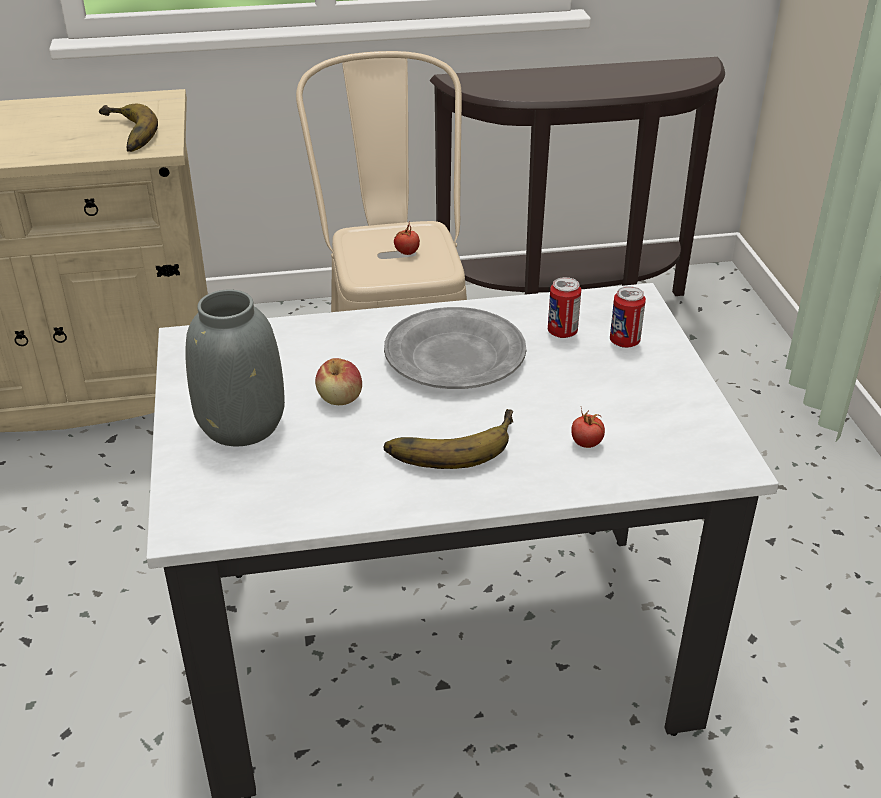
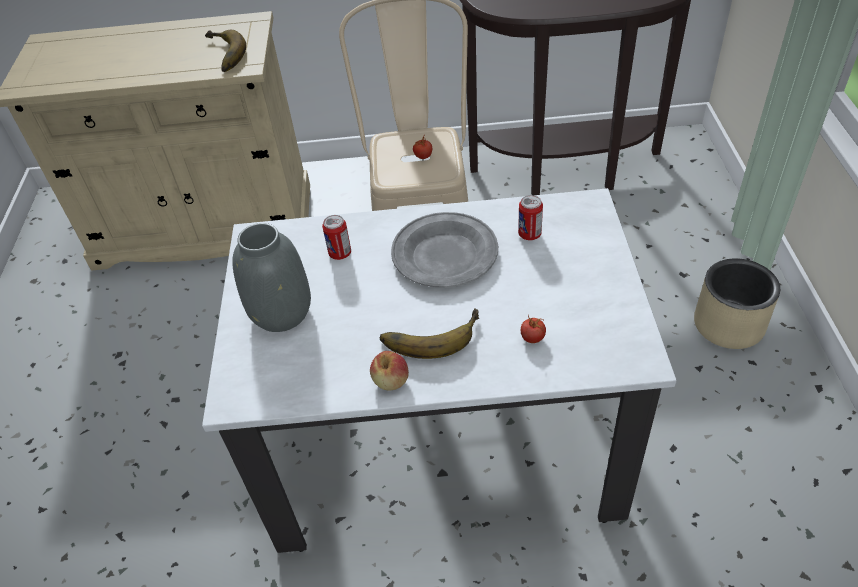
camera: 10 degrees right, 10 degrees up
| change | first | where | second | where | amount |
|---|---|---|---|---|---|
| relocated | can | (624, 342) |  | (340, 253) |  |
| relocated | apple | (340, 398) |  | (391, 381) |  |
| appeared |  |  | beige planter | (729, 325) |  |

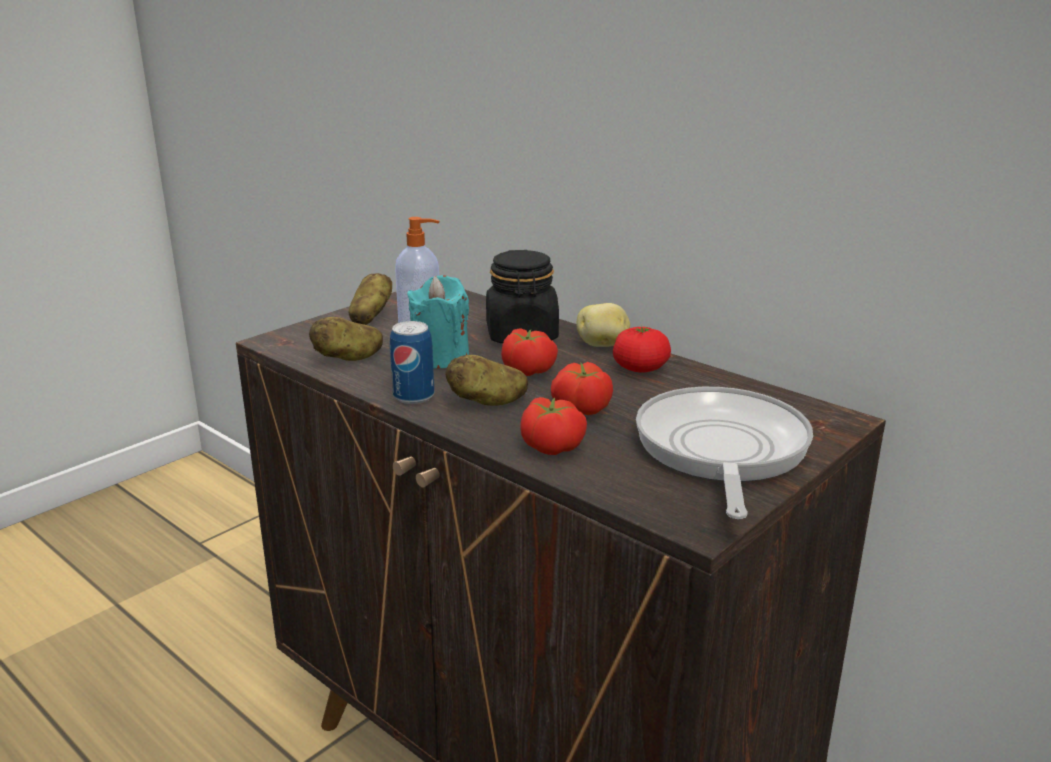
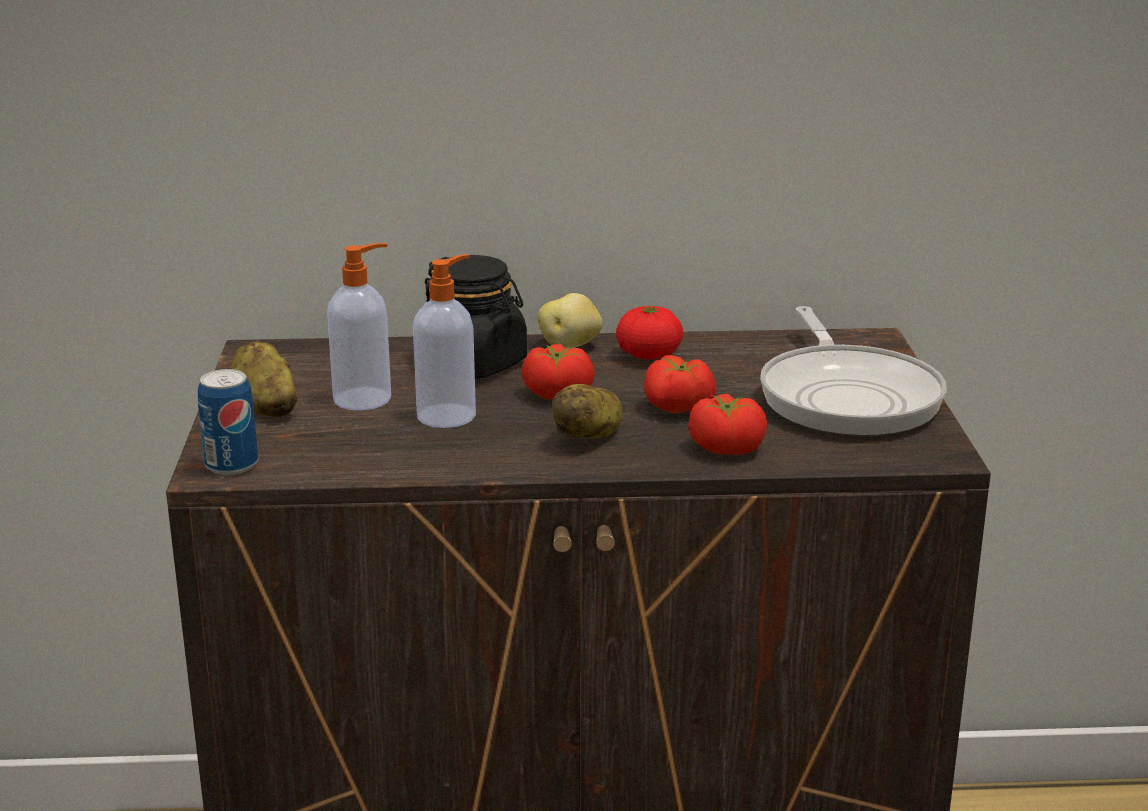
camera: 45 degrees left, 0 degrees up
| change | first | where | second | where | amount |
|---|---|---|---|---|---|
| relocated | can | (413, 396) |  | (231, 465) |  |
| exchanged | turquoise candle | (440, 358) | soap dispenser | (448, 415) |  |
| spun | frying pan | (720, 451) |  | (847, 397) | 150 degrees counterclockwise |
| missing | potato | (348, 358) |  |  |  |

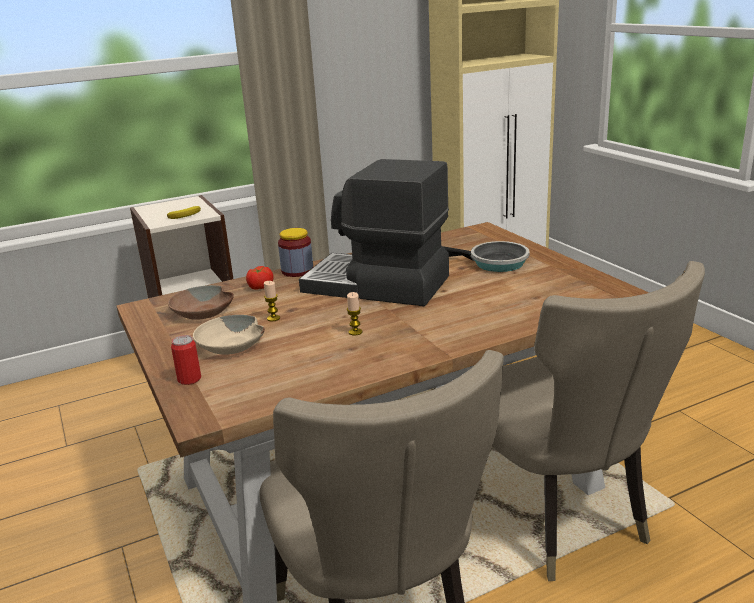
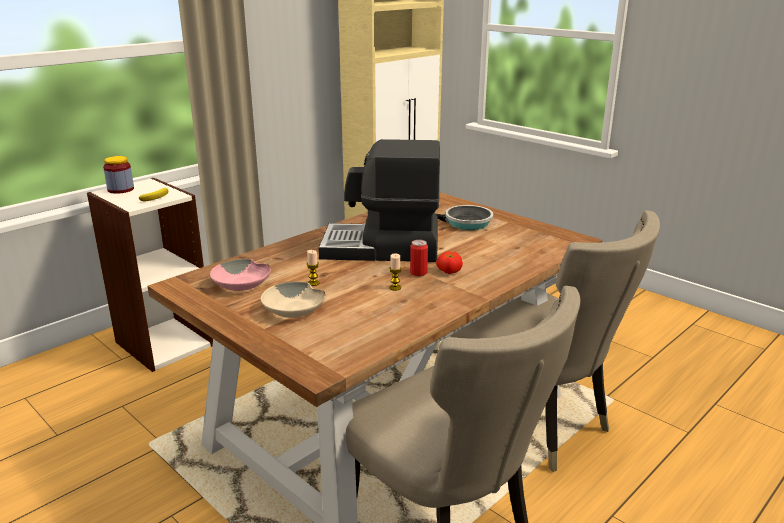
camera: 20 degrees left, 0 degrees up
| change | first | where | second | where | amount |
|---|---|---|---|---|---|
| relocated | jar | (297, 271) |  | (120, 189) |  |
| colour | brown bowl | (203, 312) | pink bowl | (242, 284) |  |
| relocated | can | (189, 379) |  | (418, 273) |  |
| relocated | tomato | (260, 286) |  | (448, 271) |  |

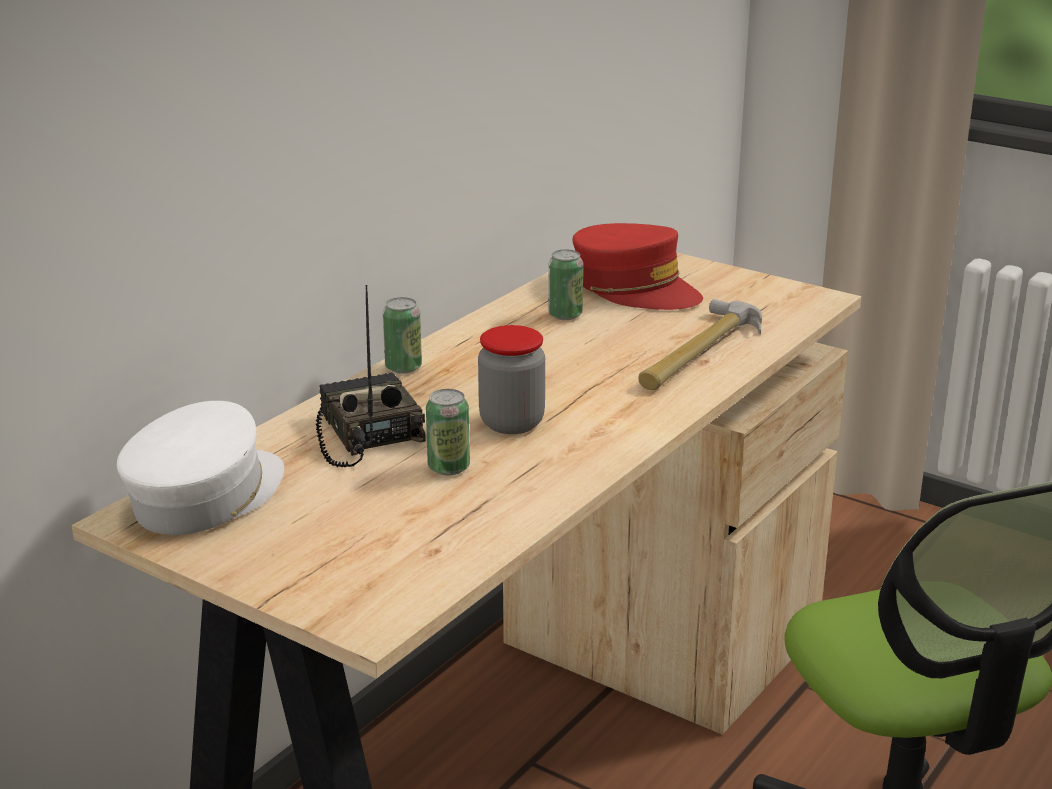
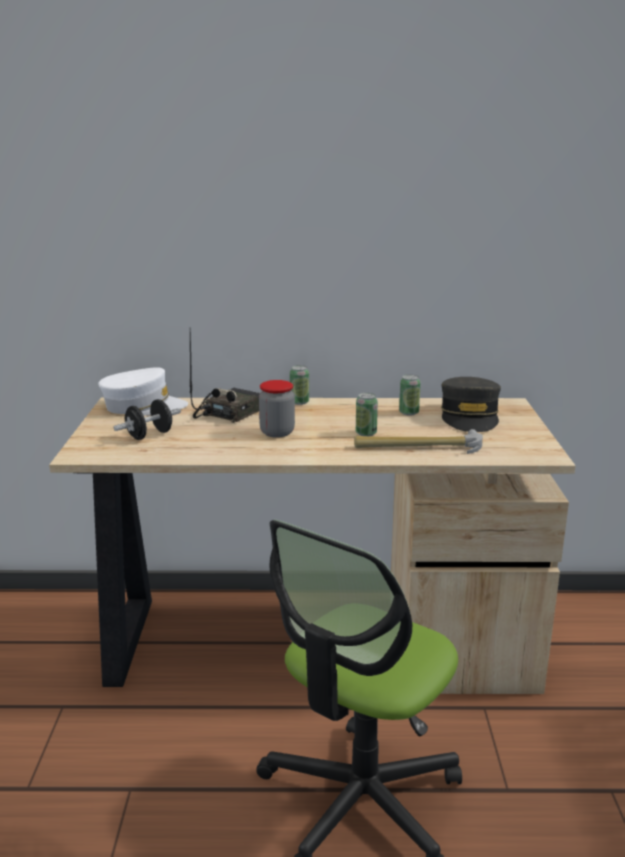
camera: 55 degrees right, 5 degrees down
| change | first | where | second | where | amount |
|---|---|---|---|---|---|
| appeared |  |  | black dumbbell | (149, 435) |  |
| relocated | can | (448, 467) |  | (366, 433) |  |
| colour | red cap | (635, 288) | grey cap | (469, 417) |  |

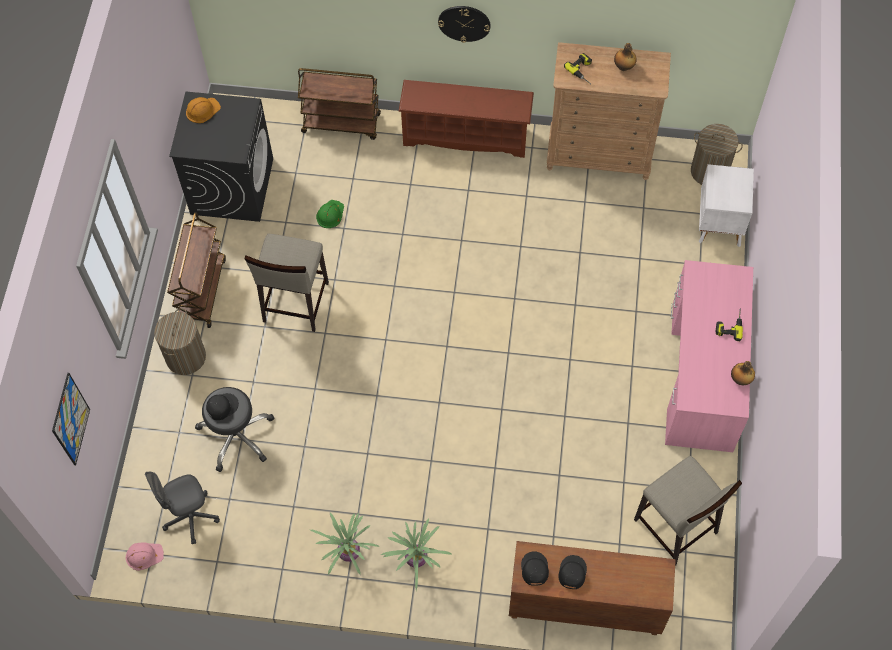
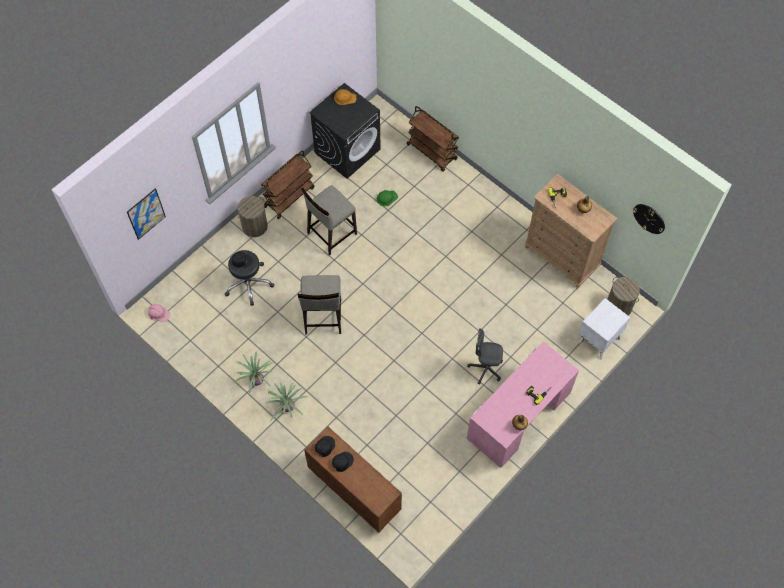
camera: 35 degrees right, 0 degrees up
| change | first | where | second | where | amount |
|---|---|---|---|---|---|
| relocated | beige stool | (675, 527) |  | (323, 317) |  |
| relocated | grey office chair | (191, 517) |  | (485, 369) |  |
| relocated | wall clock | (464, 23) |  | (649, 218) |  |
| missing | brown shoe rack | (466, 136) |  |  |  |

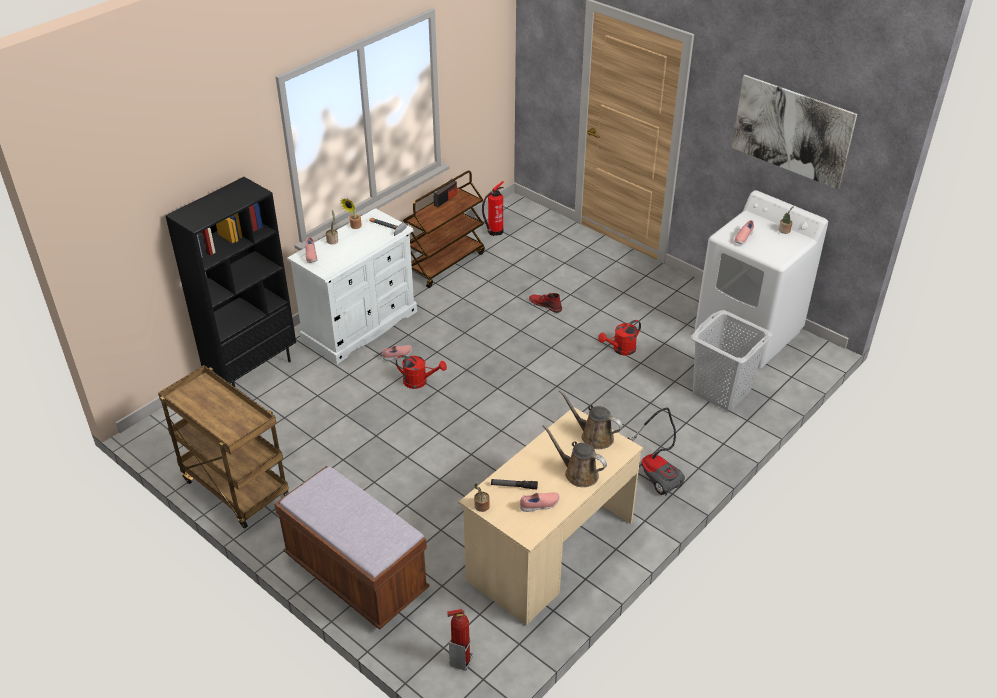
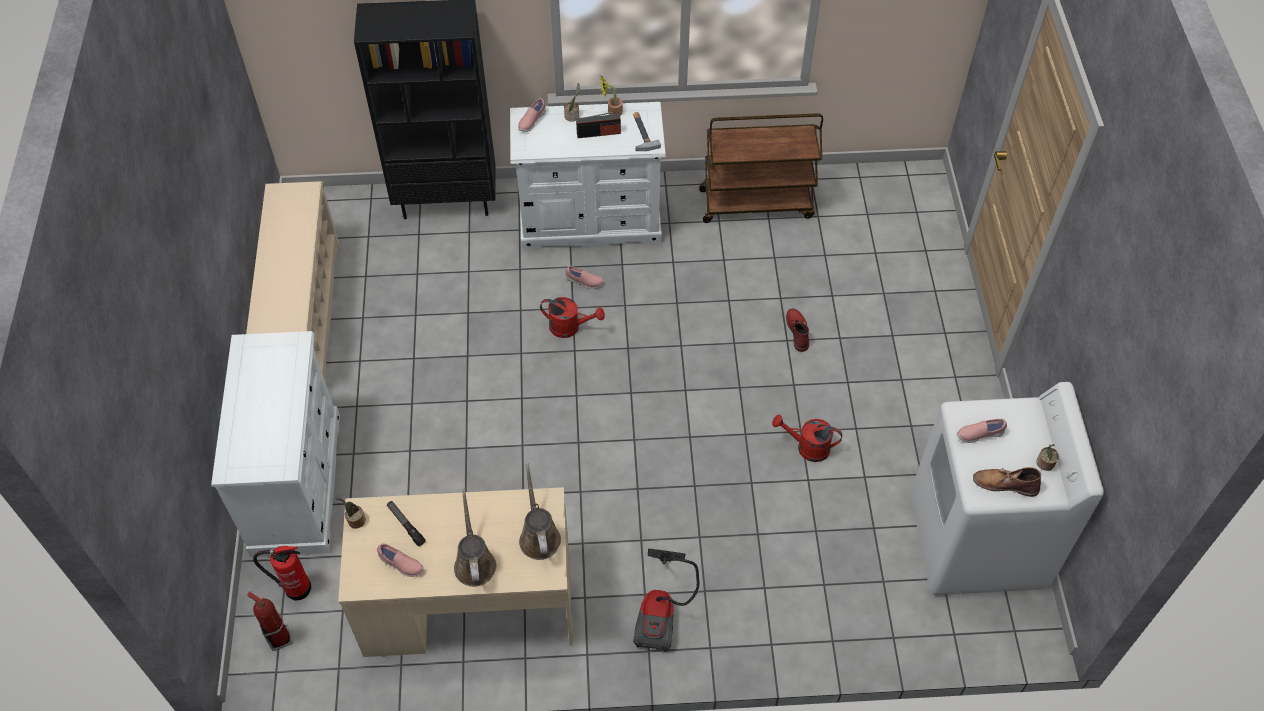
camera: 45 degrees right, 15 degrees up
| change | first | where | second | where | amount |
|---|---|---|---|---|---|
| exchanged | brown bench | (356, 575) | white dresser | (297, 483) |  |
| exchanged | brown cart | (233, 488) | beige shoe rack | (304, 315) |  |
| relocated | fire extinguisher | (494, 232) |  | (295, 587) |  |
| spun | red watering can | (419, 382) |  | (570, 327) | 45 degrees counterclockwise |
| relocated | radio | (445, 200) |  | (598, 133) |  |
| appeared |  |  | brown boot | (1005, 484) |  |
| missing | grey laundry basket | (721, 392) |  |  |  |
| missing | picture | (792, 131) |  |  |  |

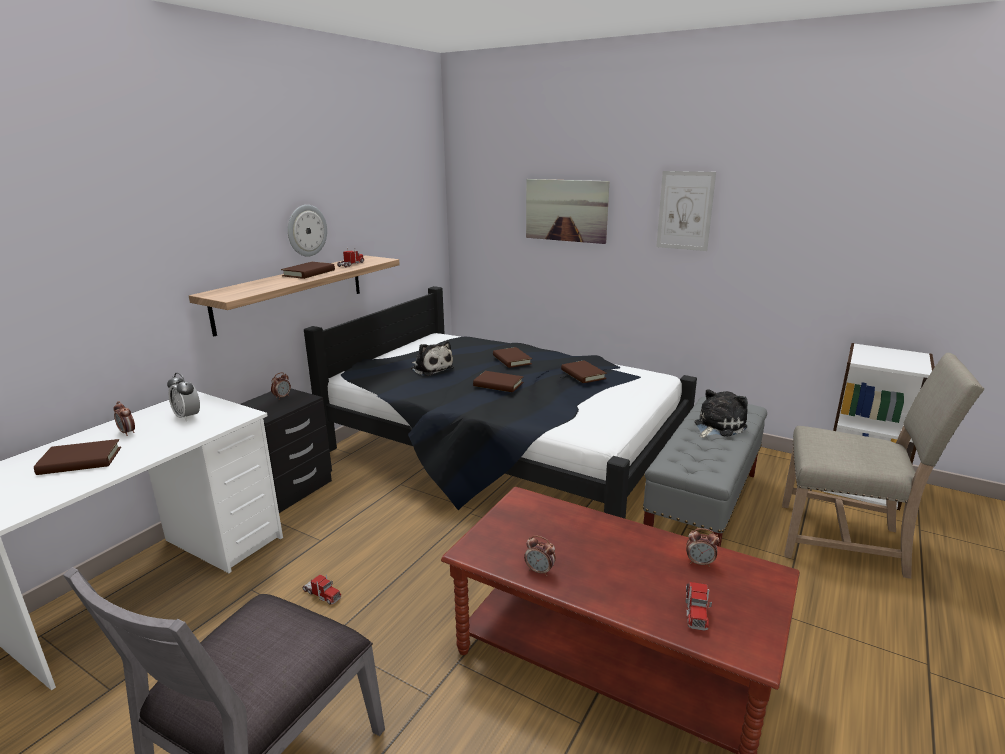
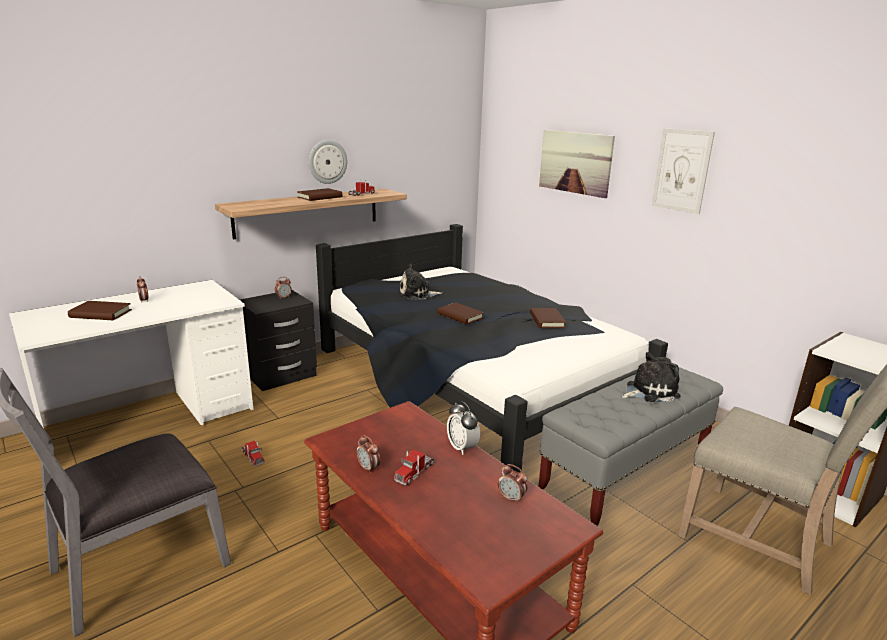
camera: 20 degrees right, 0 degrees up
| change | first | where | second | where | amount |
|---|---|---|---|---|---|
| relocated | toy truck | (696, 609) |  | (414, 472) |  |
| spun | plush toy | (431, 368) |  | (417, 294) | 105 degrees clockwise |
| relocated | alarm clock | (187, 417) |  | (462, 448) |  |
| missing | brown book | (512, 360) |  |  |  |

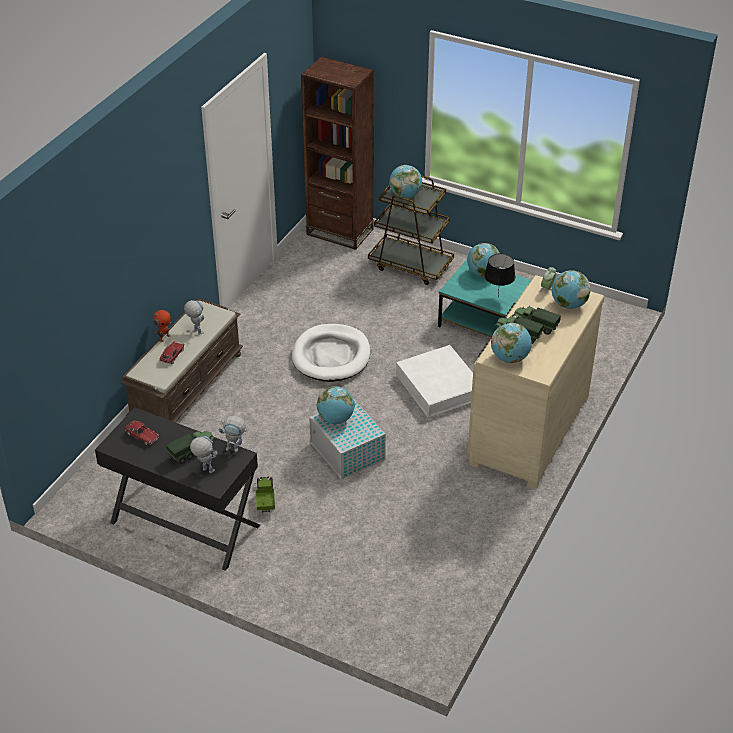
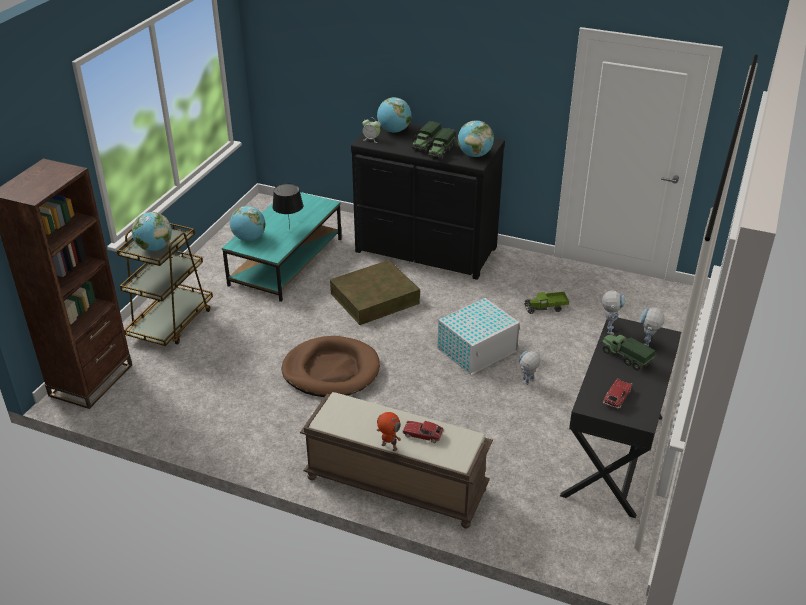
camera: 95 degrees left, 5 degrees down
| change | first | where | second | where | amount |
|---|---|---|---|---|---|
| colour | white dog bed | (331, 356) | brown dog bed | (331, 370) |  |
| colour | white storage box | (438, 386) | brown storage box | (374, 298) |  |
| colour | beige dresser | (527, 429) | black dresser | (425, 250) |  |
| relocated | toy robot | (196, 330) |  | (527, 383) |  |
| relocated | toy truck | (265, 499) |  | (546, 308) |  |
| missing | globe | (336, 419) |  |  |  |

